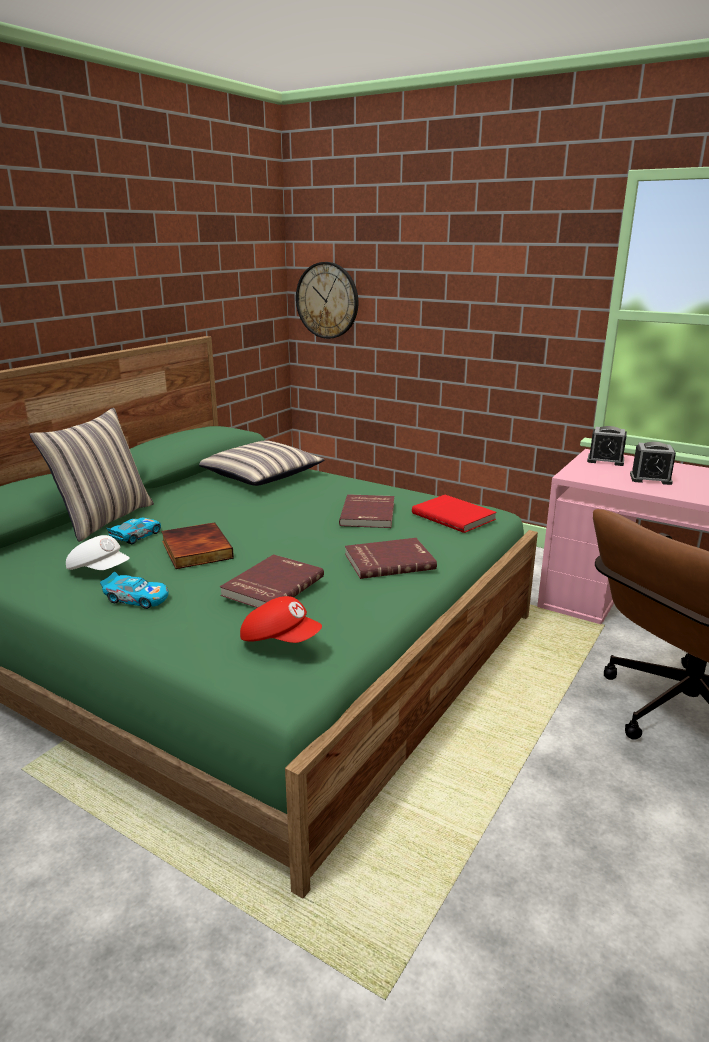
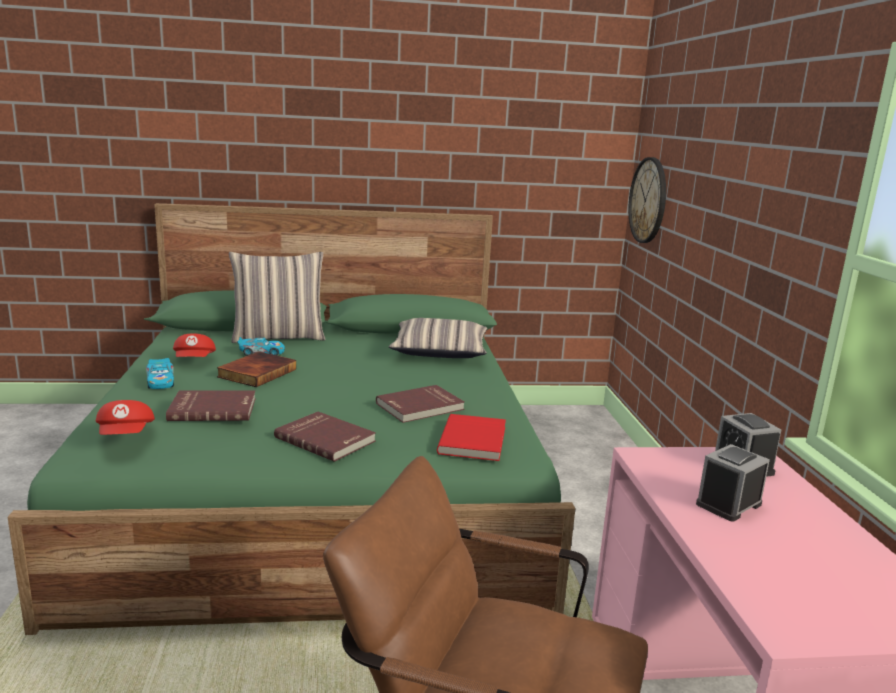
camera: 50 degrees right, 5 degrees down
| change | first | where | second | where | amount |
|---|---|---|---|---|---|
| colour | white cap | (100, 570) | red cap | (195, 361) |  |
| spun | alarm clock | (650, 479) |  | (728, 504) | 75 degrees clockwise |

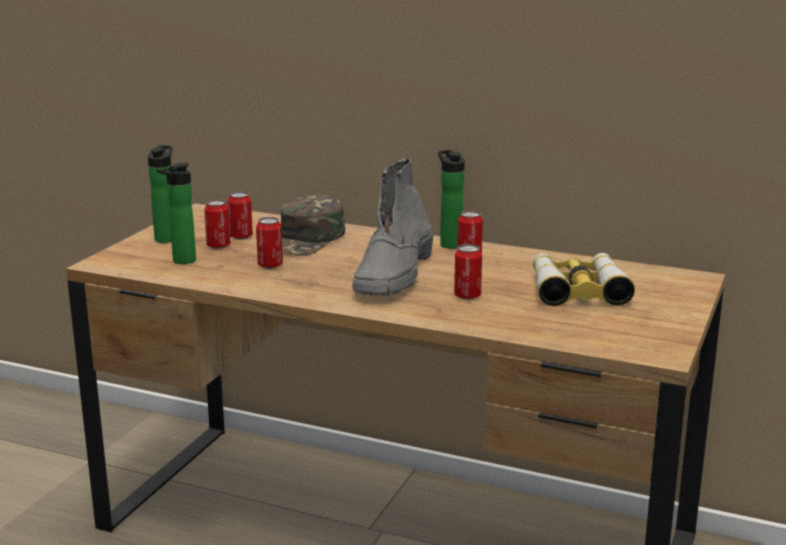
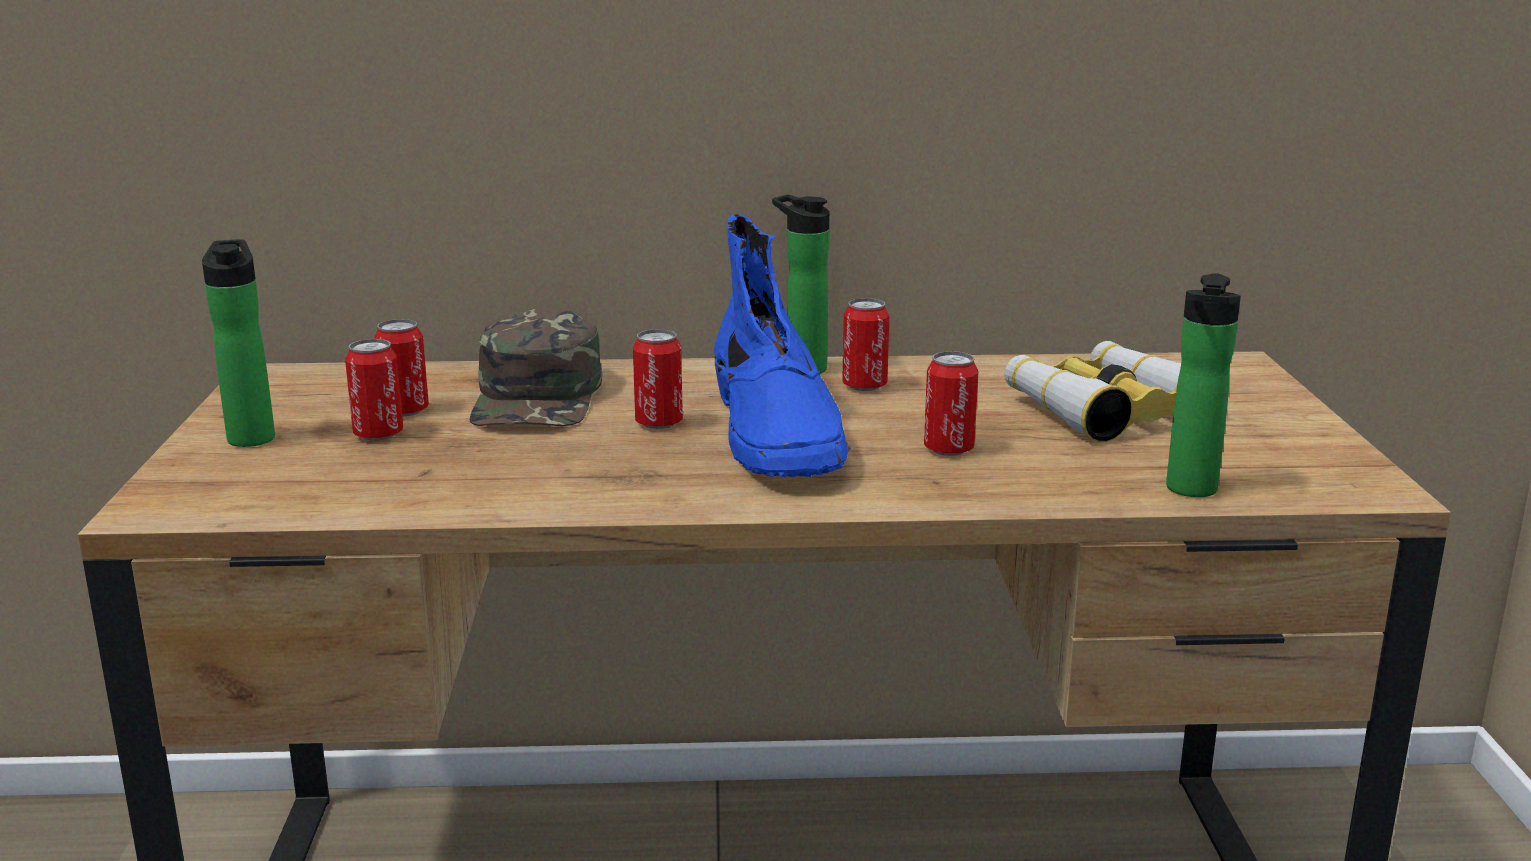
camera: 25 degrees left, 0 degrees up
| change | first | where | second | where | amount |
|---|---|---|---|---|---|
| relocated | can | (270, 265) |  | (659, 423) |  |
| colour | grey boot | (394, 275) | blue boot | (777, 434) |  |
| relocated | bottle | (181, 261) |  | (1190, 491) |  |

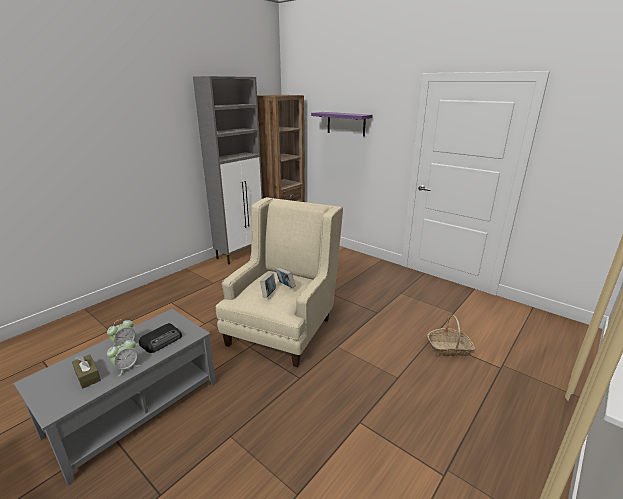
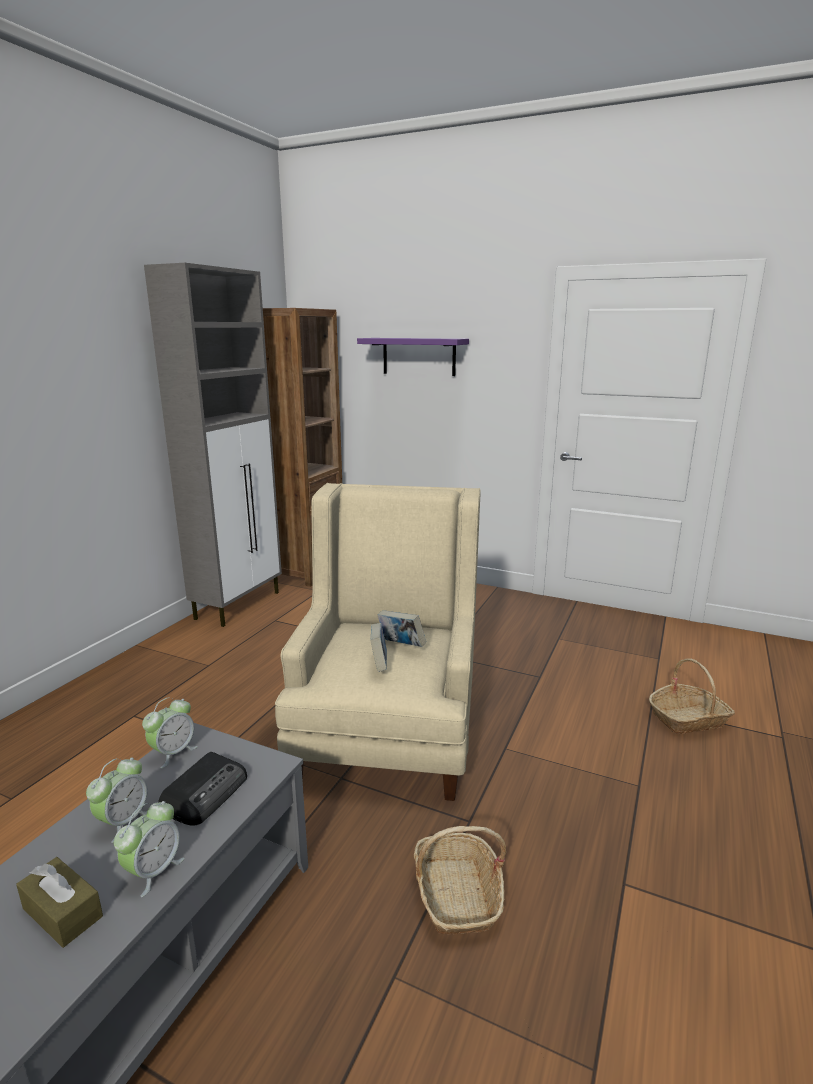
camera: 15 degrees left, 5 degrees down
| change | first | where | second | where | amount |
|---|---|---|---|---|---|
| appeared |  |  | alarm clock | (173, 752) |  |
| appeared |  |  | basket | (457, 895) |  |

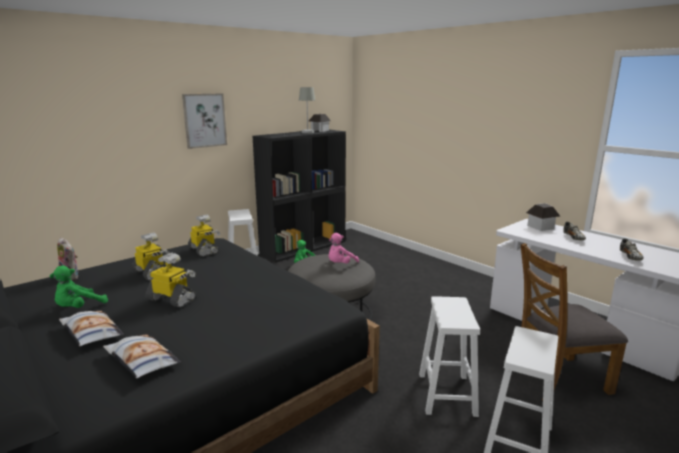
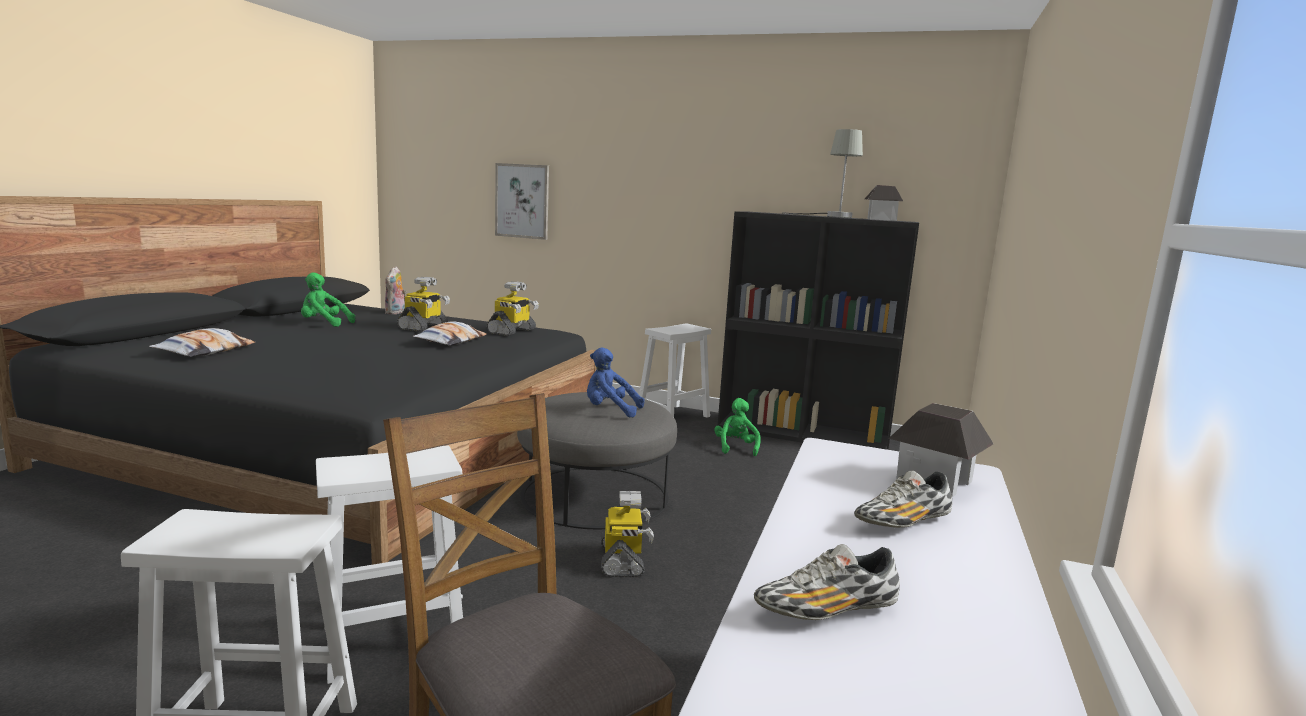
camera: 60 degrees right, 5 degrees down
| change | first | where | second | where | amount |
|---|---|---|---|---|---|
| relocated | pillow | (91, 333) |  | (451, 341) |  |
| relocated | picture | (204, 120) |  | (522, 201) |  |
| colour | pink plush toy | (340, 264) | blue plush toy | (610, 410) |  |
| relocated | toy robot | (172, 299) |  | (623, 561) |  |

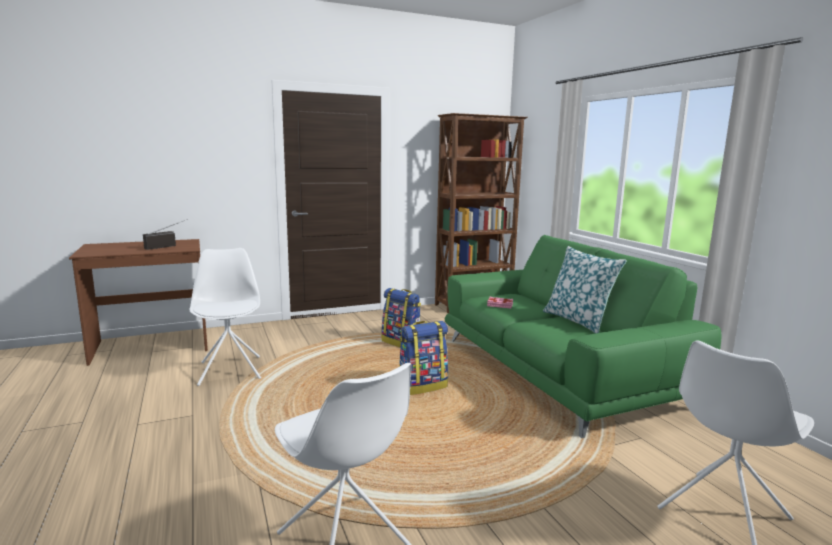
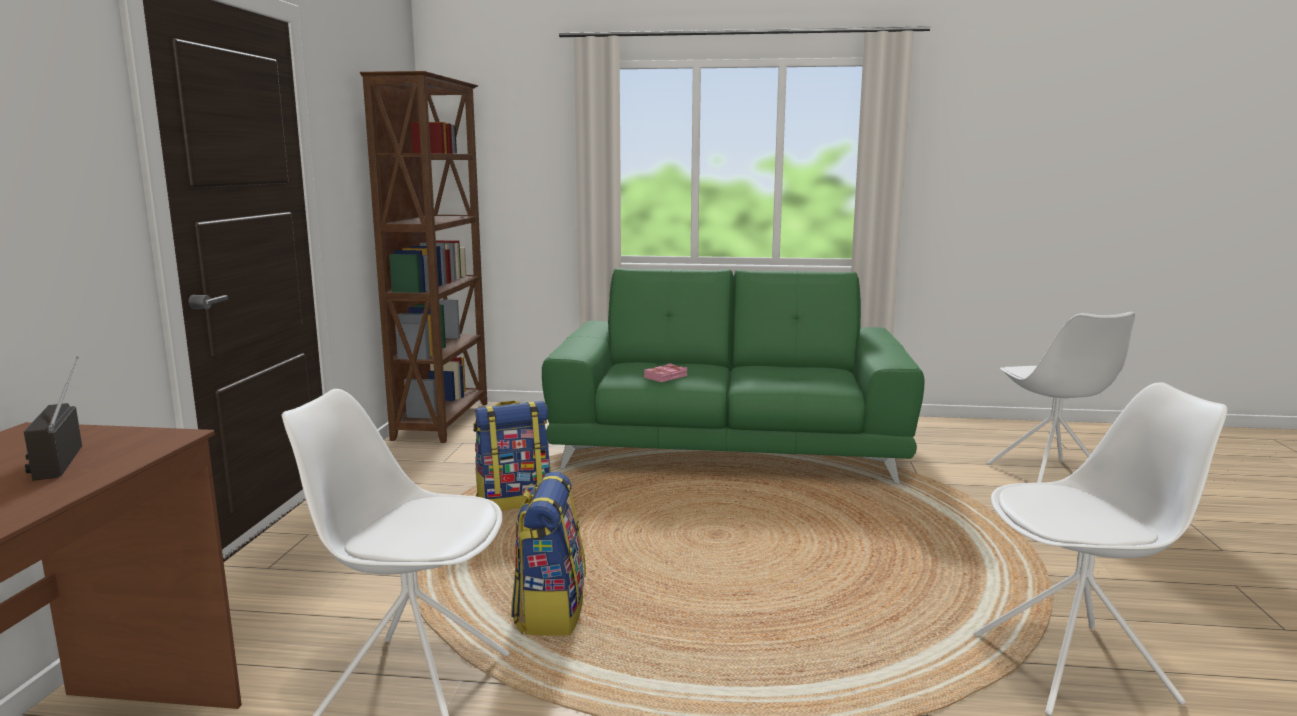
camera: 60 degrees left, 0 degrees up
| change | first | where | second | where | amount |
|---|---|---|---|---|---|
| relocated | backpack | (422, 386) |  | (549, 612) |  |
| missing | pillow | (578, 321) |  |  |  |

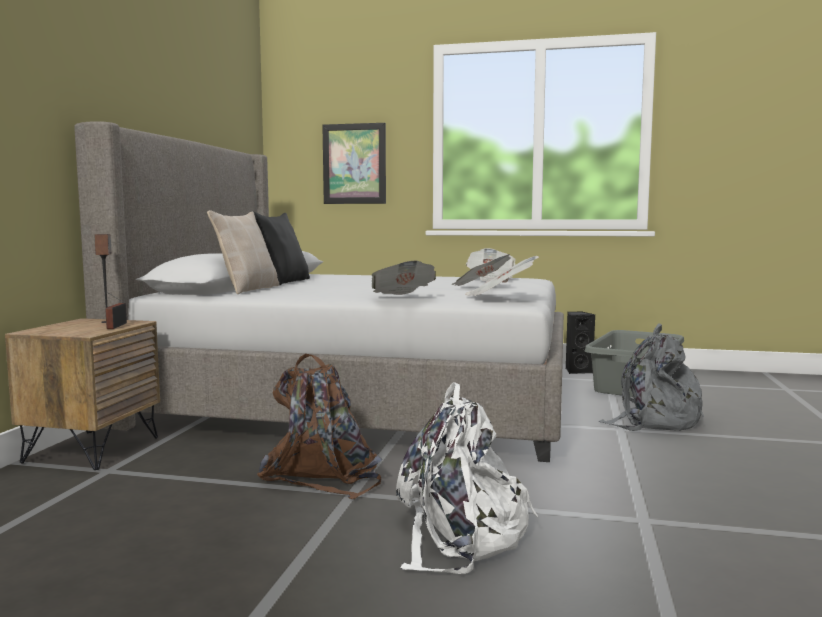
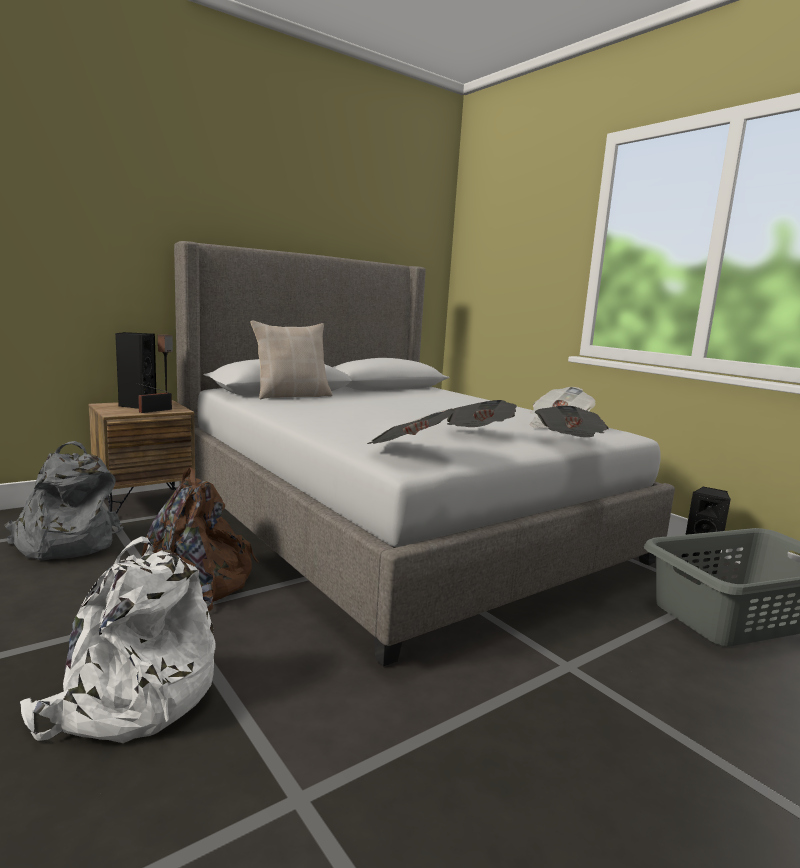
camera: 40 degrees right, 5 degrees up
| change | first | where | second | where | amount |
|---|---|---|---|---|---|
| relocated | grey backpack | (653, 420) |  | (65, 544) |  |
| appeared |  |  | black speaker | (137, 405) |  |
| relocated | newspaper | (403, 298) |  | (570, 442) |  |
| missing | black pillow | (283, 282) |  |  |  |
| missing | picture | (354, 164) |  |  |  |

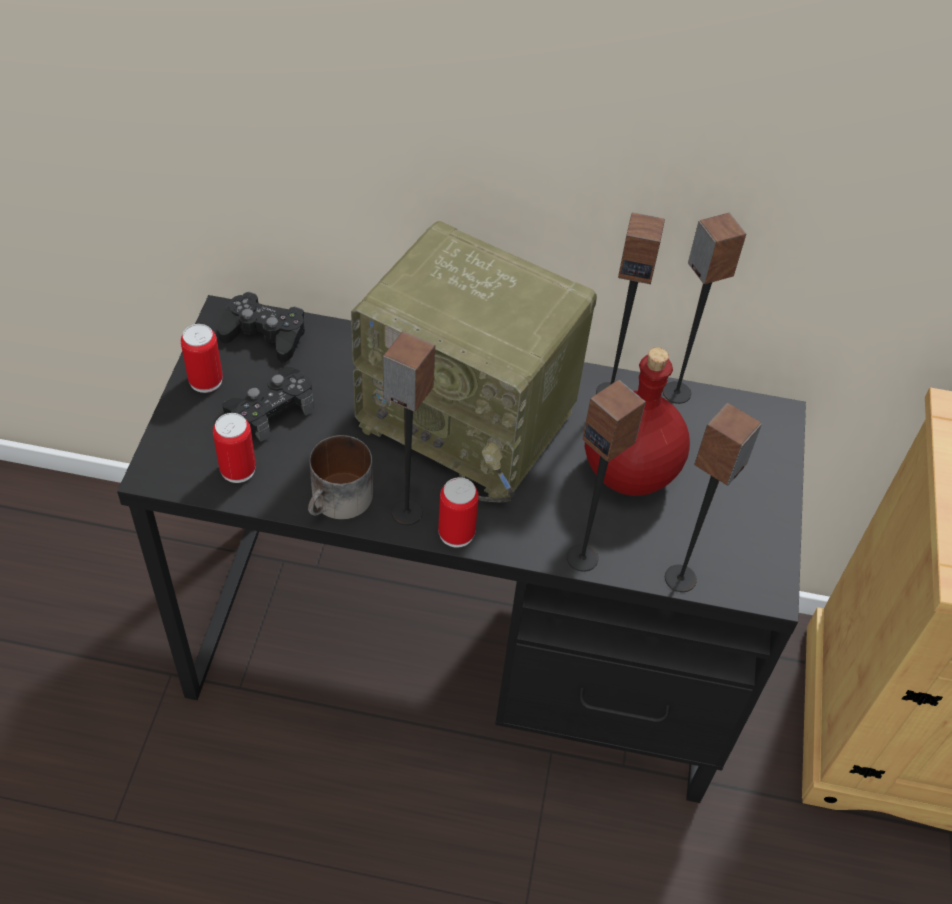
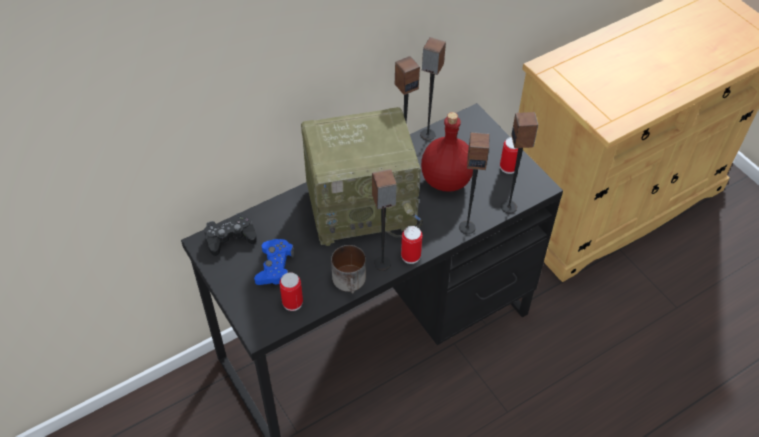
camera: 40 degrees left, 0 degrees up
| change | first | where | second | where | amount |
|---|---|---|---|---|---|
| colour | black game controller | (271, 409) | blue game controller | (275, 267) |  |
| relocated | can | (206, 380) |  | (508, 167) |  |

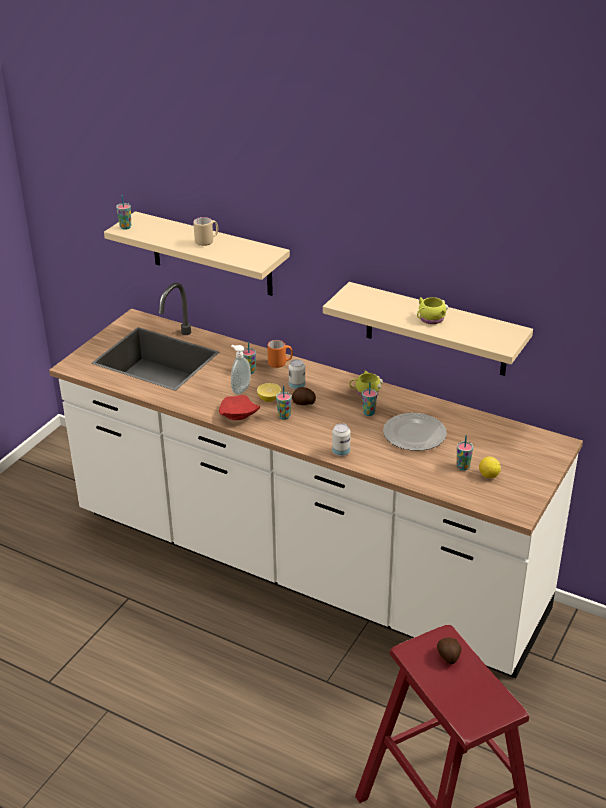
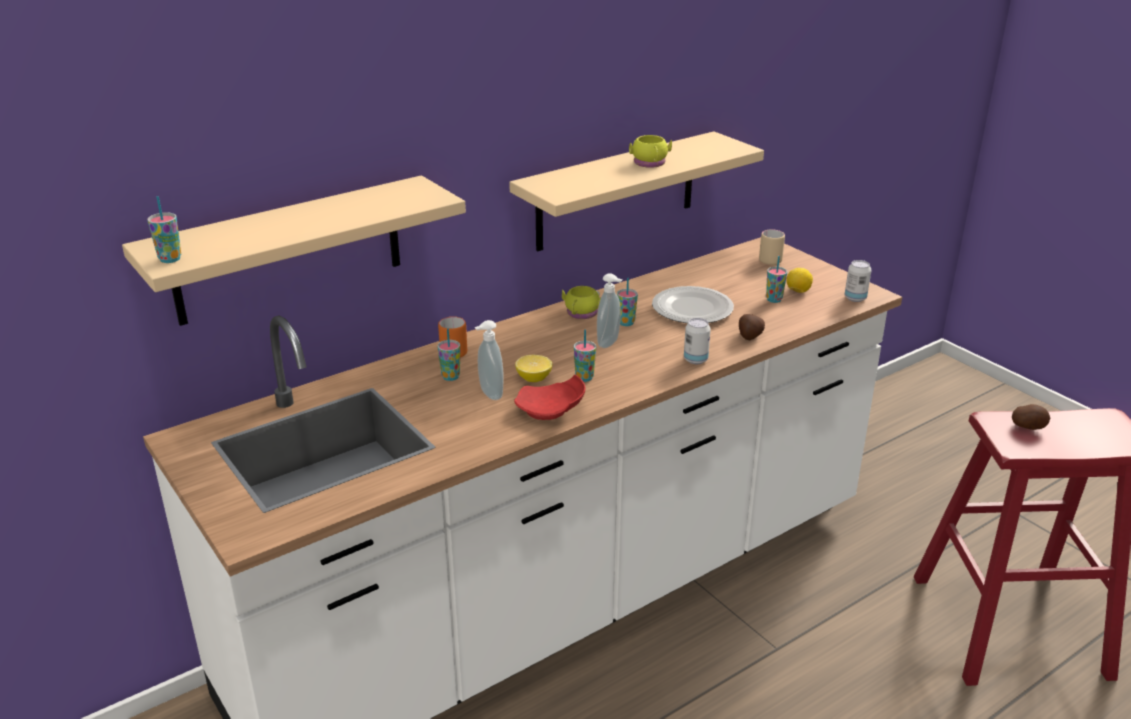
camera: 65 degrees left, 5 degrees down
| change | first | where | second | where | amount |
|---|---|---|---|---|---|
| appeared |  |  | soap dispenser | (610, 343) |  |
| relocated | potato | (303, 403) |  | (749, 337) |  |
| relocated | beige mug | (207, 241) |  | (769, 259) |  |
| relocated | can | (297, 386) |  | (855, 298) |  |

